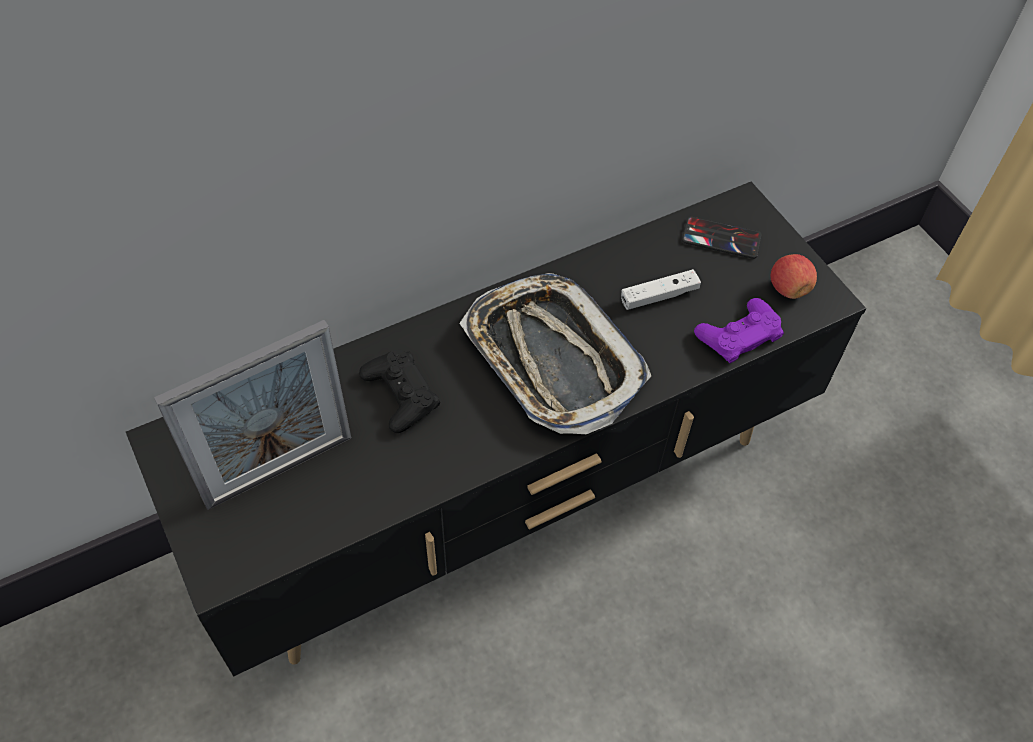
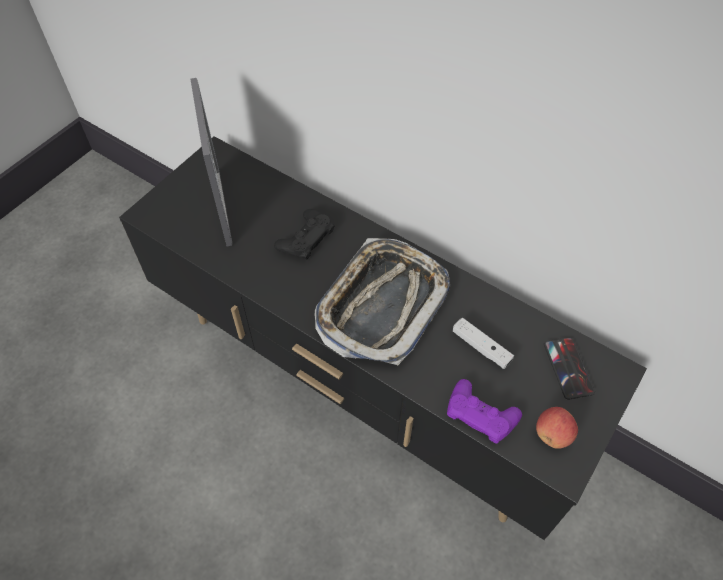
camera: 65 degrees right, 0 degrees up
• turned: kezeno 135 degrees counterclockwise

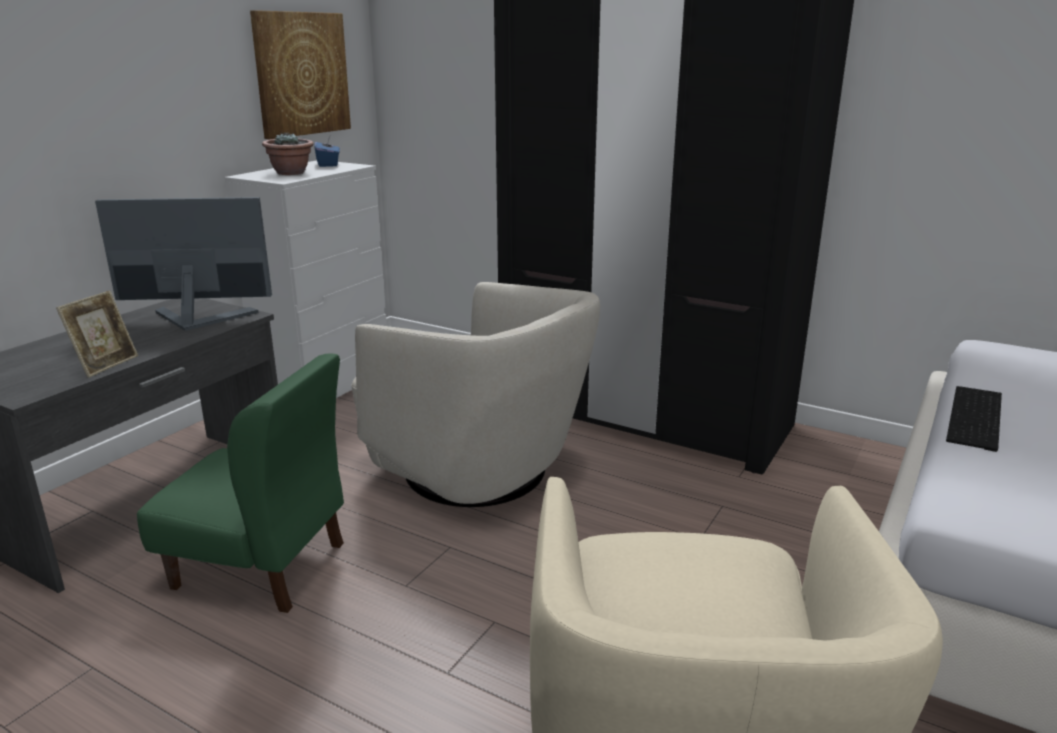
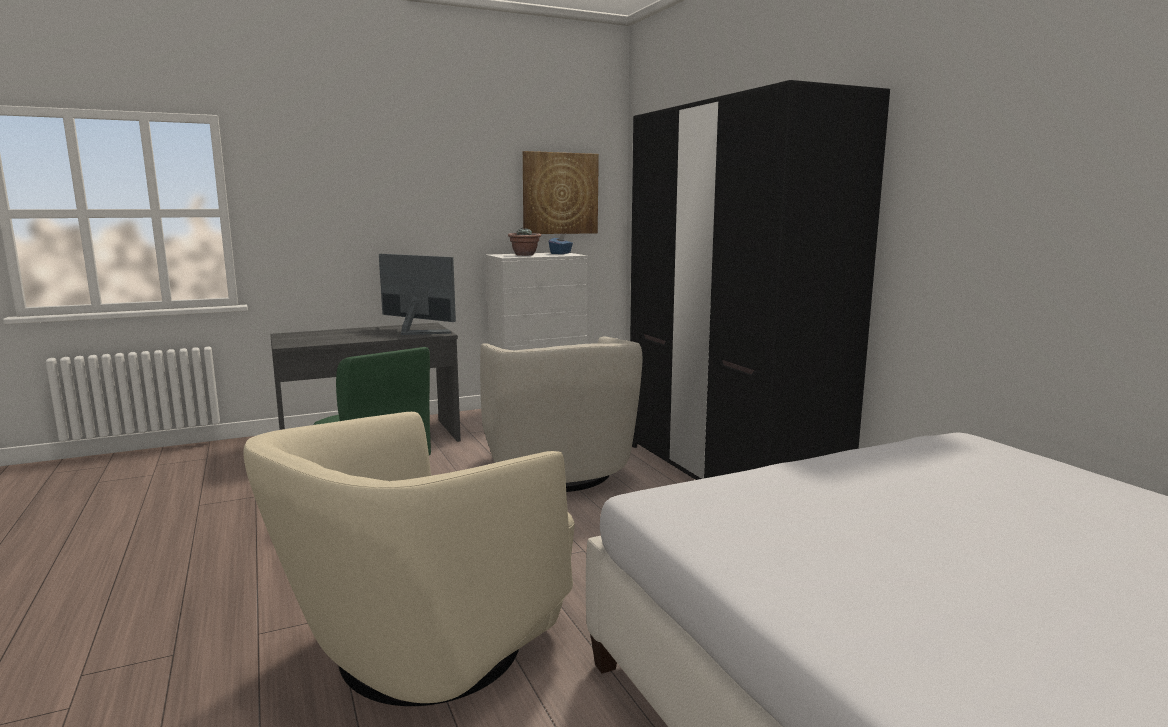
camera: 35 degrees right, 10 degrees down
• removed: kezeno
• removed: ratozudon

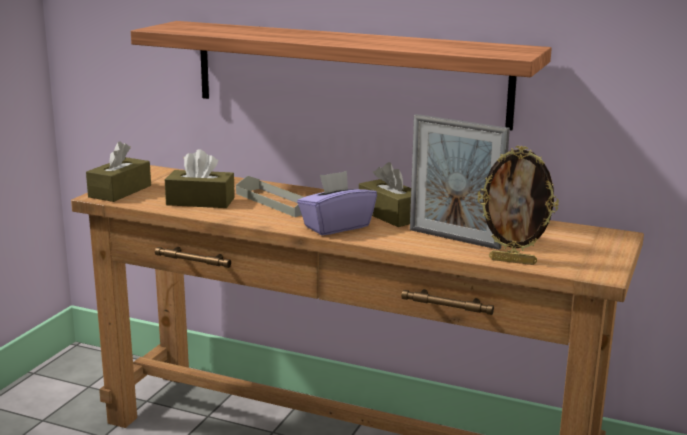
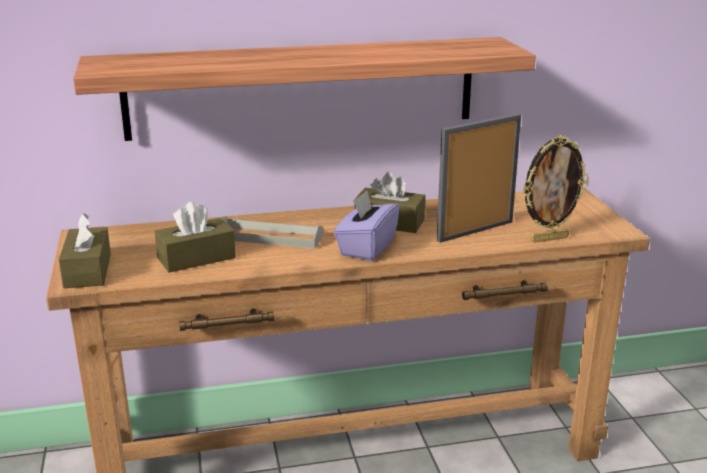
camera: 35 degrees left, 5 degrees up
• turned: kezeno (1st from left) 150 degrees clockwise

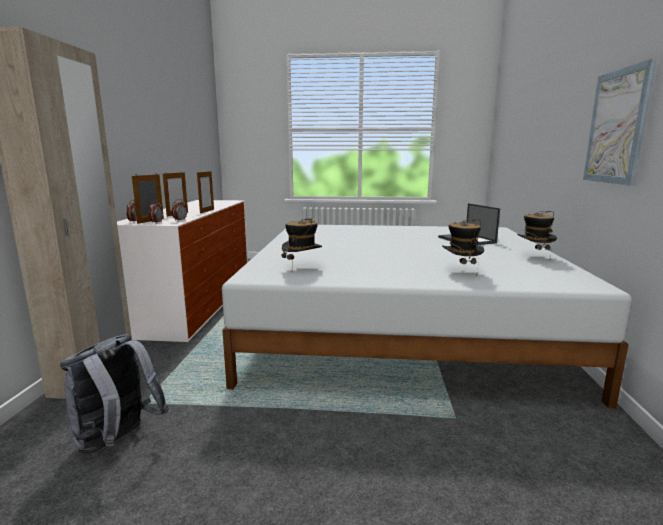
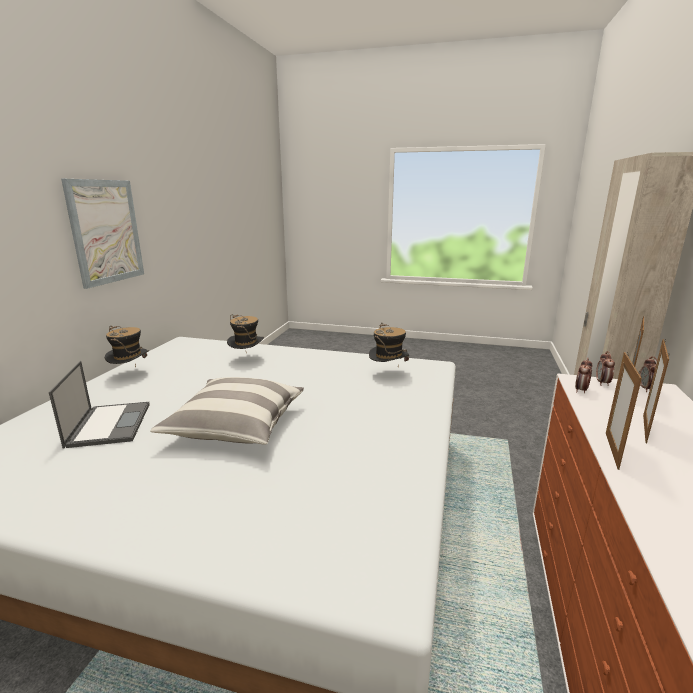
camera: 170 degrees left, 5 degrees up
• removed: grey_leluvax
• added: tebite

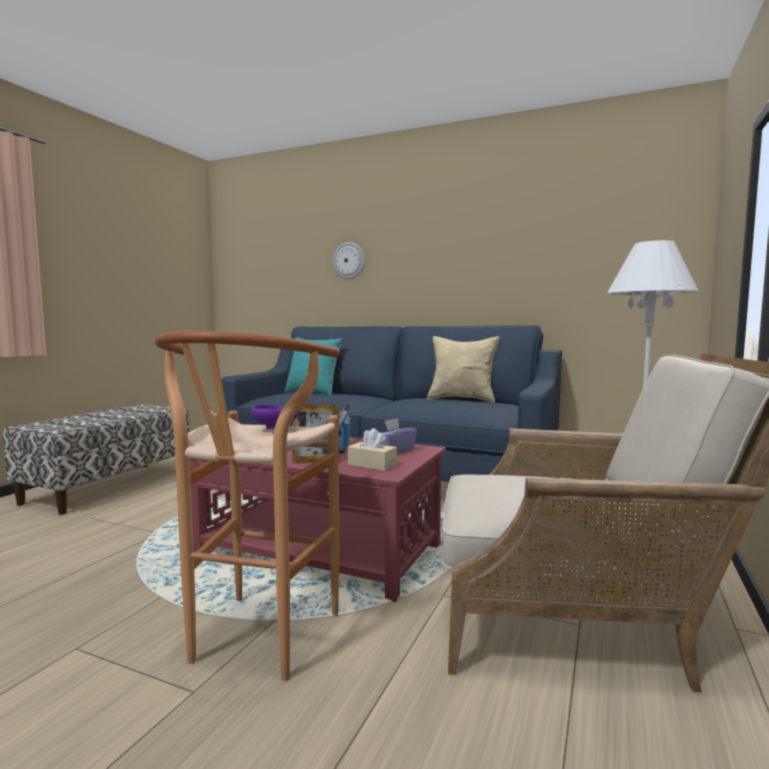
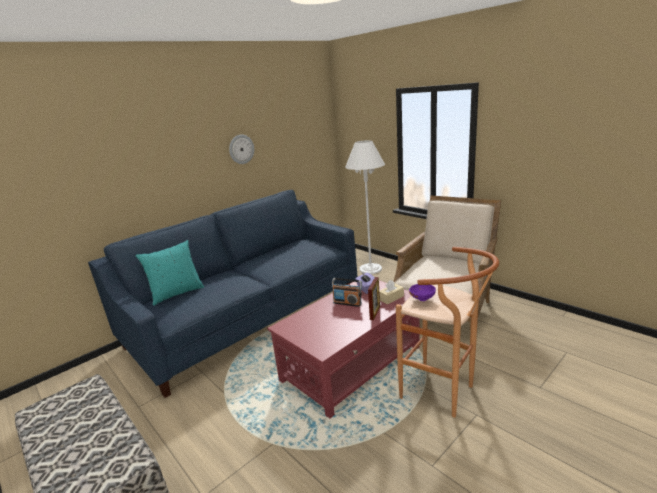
camera: 65 degrees left, 15 degrees up
• moved: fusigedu
• removed: beige_tebite

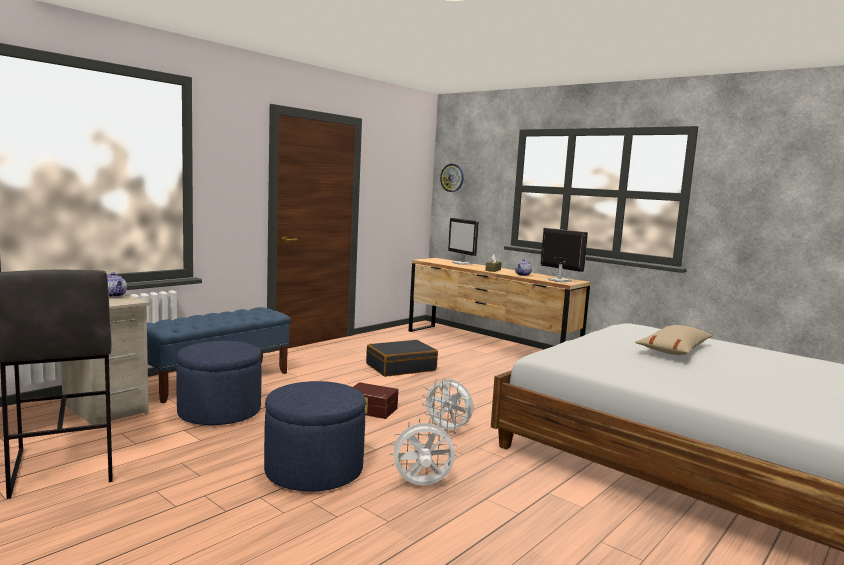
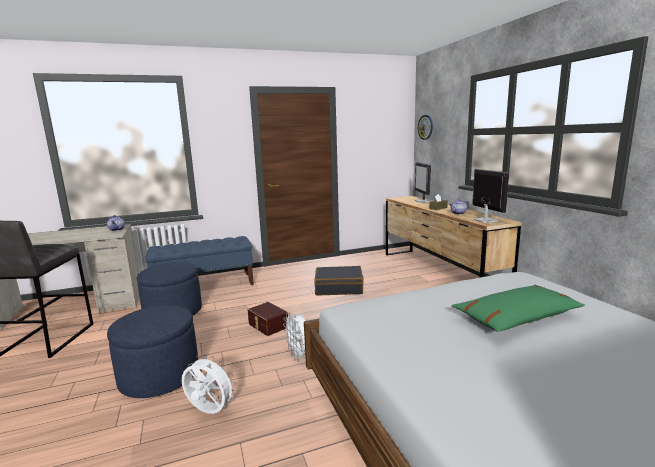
camera: 30 degrees right, 5 degrees up
• recoloured: beige_tebite to green_tebite

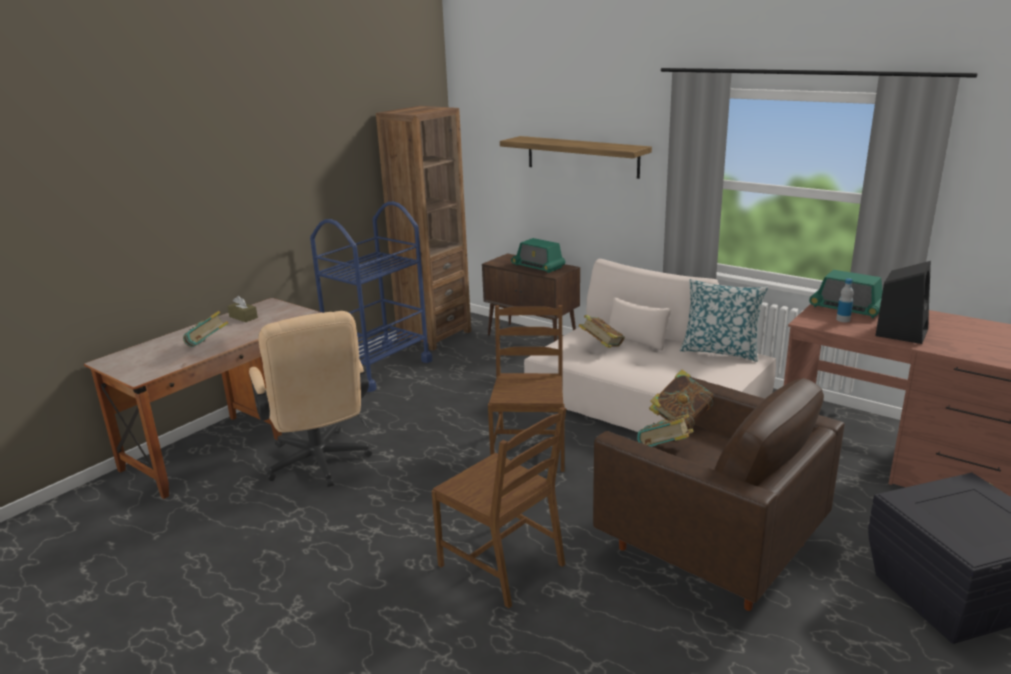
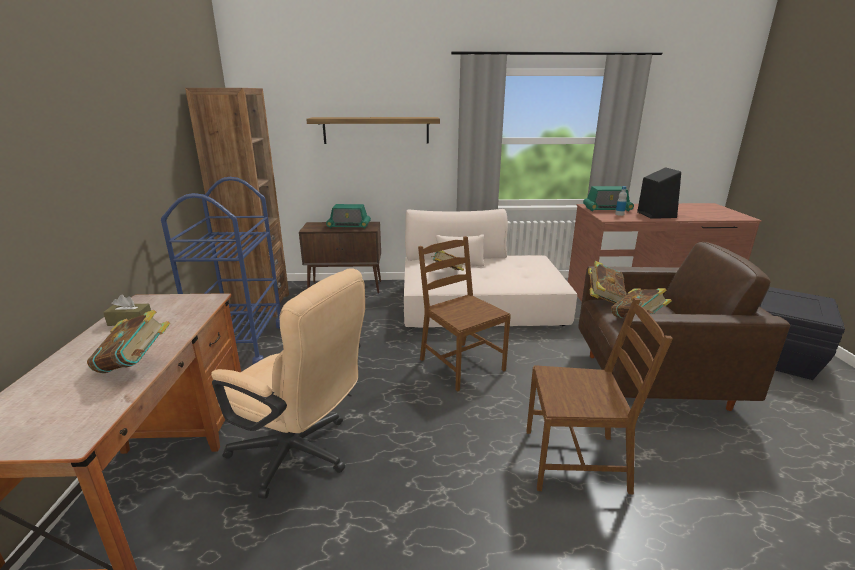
camera: 40 degrees left, 0 degrees up
• removed: tebite

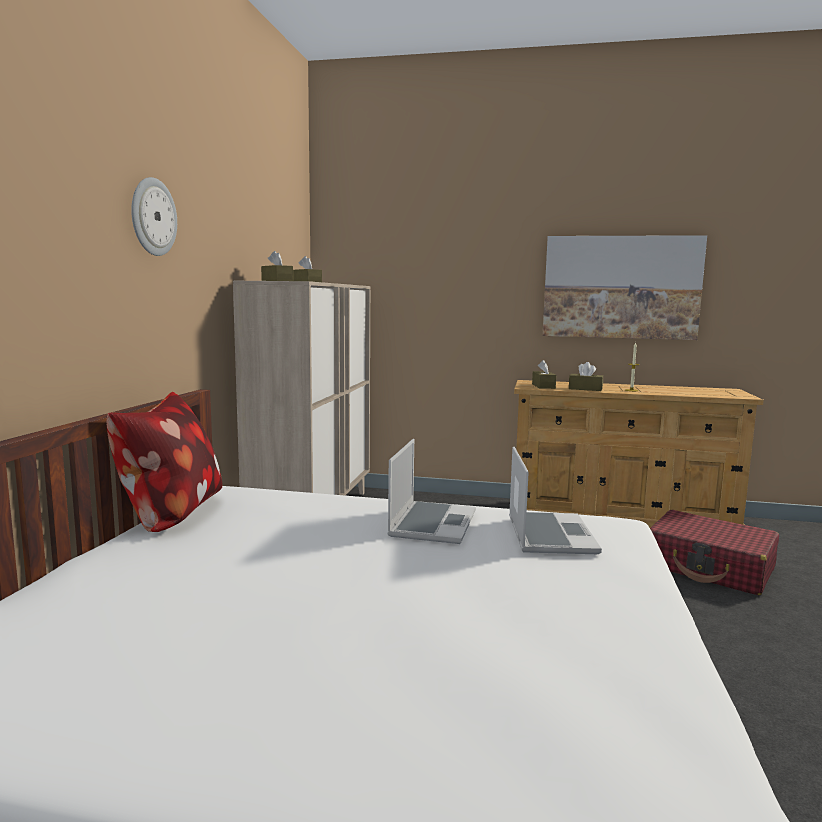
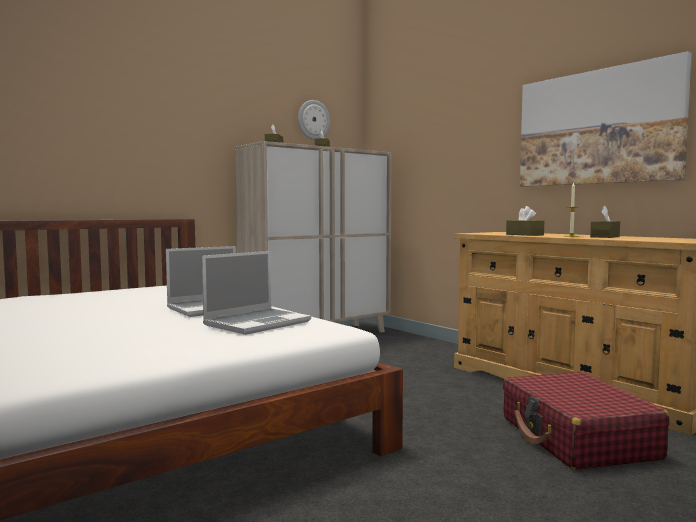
camera: 40 degrees right, 5 degrees down
• removed: tebite
• moved: fusigedu
• moved: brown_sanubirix (3rd from left in the first image) to brown_sanubirix (4th from left)

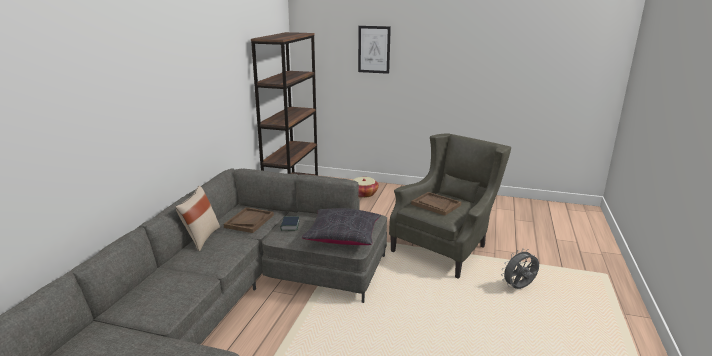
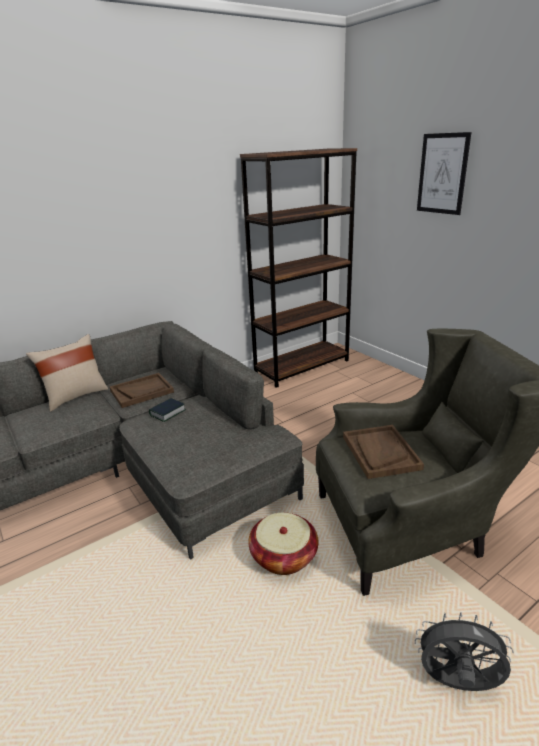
camera: 40 degrees right, 5 degrees up
• removed: black_tebite
• moved: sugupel

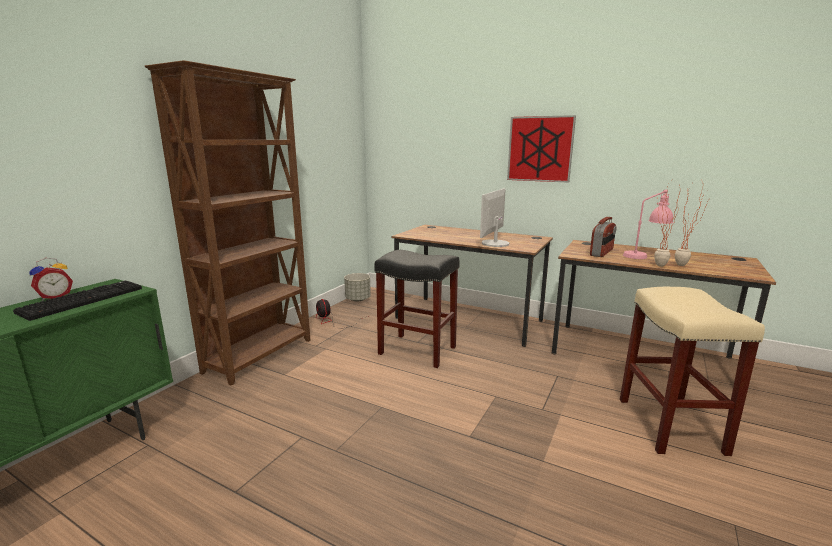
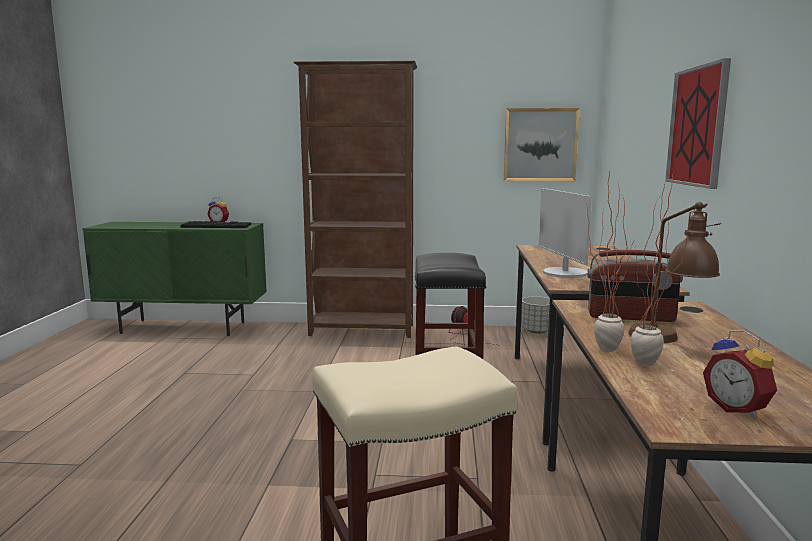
camera: 65 degrees right, 5 degrees down
• turned: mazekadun 105 degrees counterclockwise
• recoloured: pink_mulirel to brown_mulirel
• added: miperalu (1st from left)
• added: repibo (2nd from left)

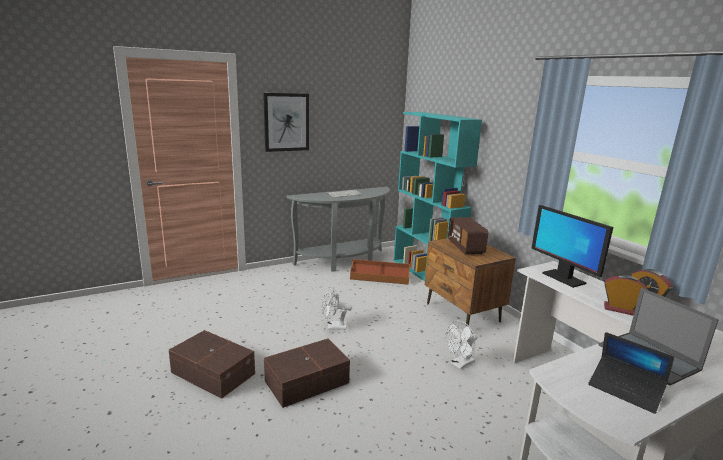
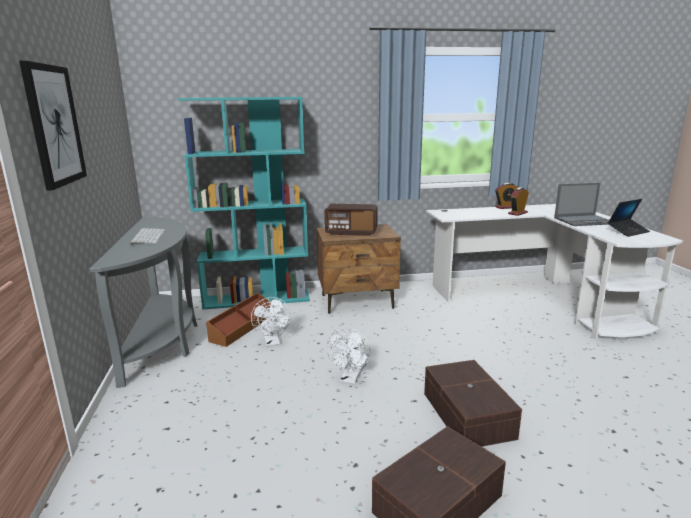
camera: 70 degrees left, 0 degrees up
• moved: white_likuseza (2nd from left in the first image) to white_likuseza (1st from left)
• removed: mazekadun

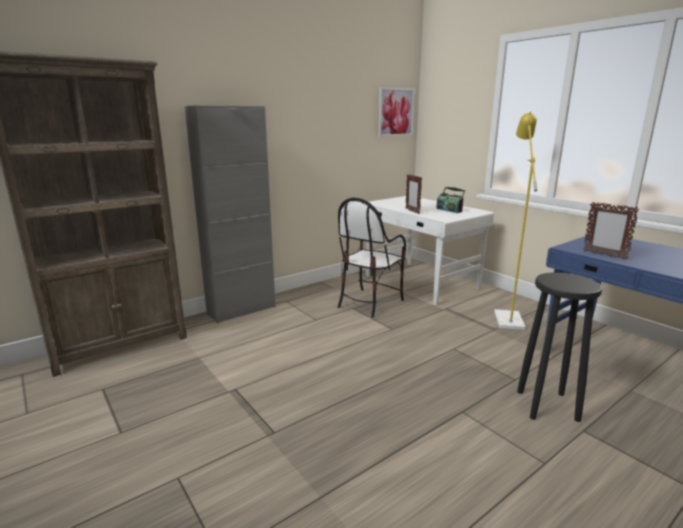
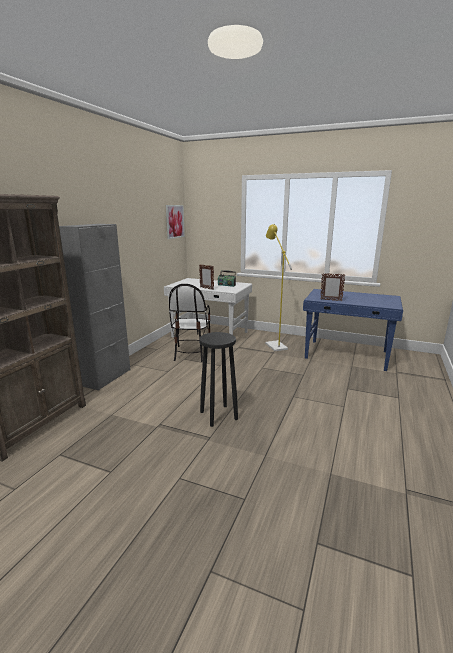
camera: 30 degrees left, 0 degrees up
• moved: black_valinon

